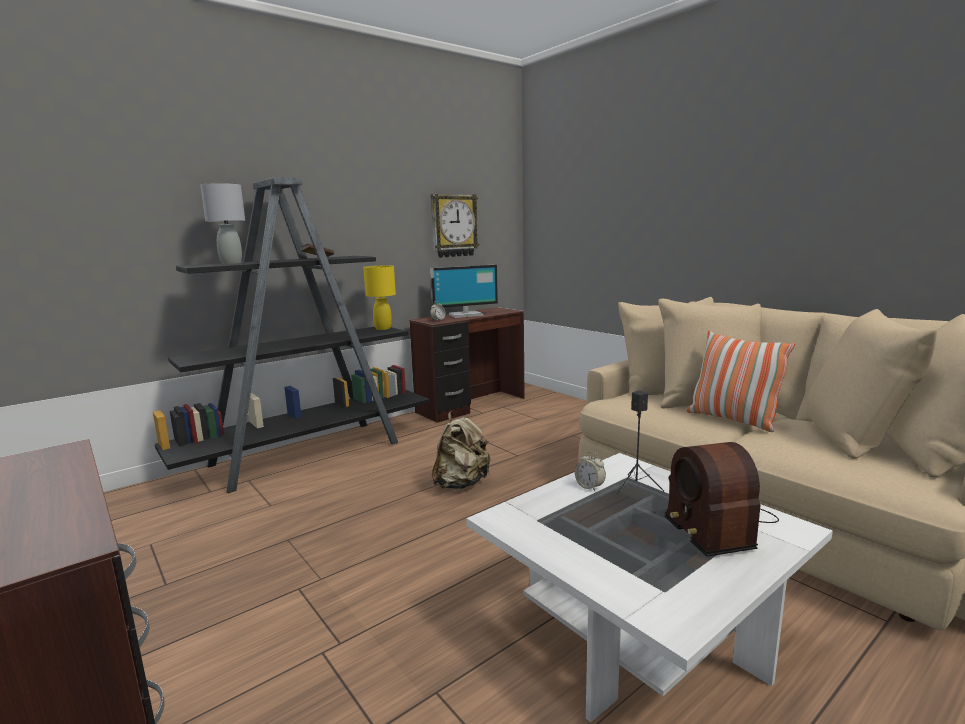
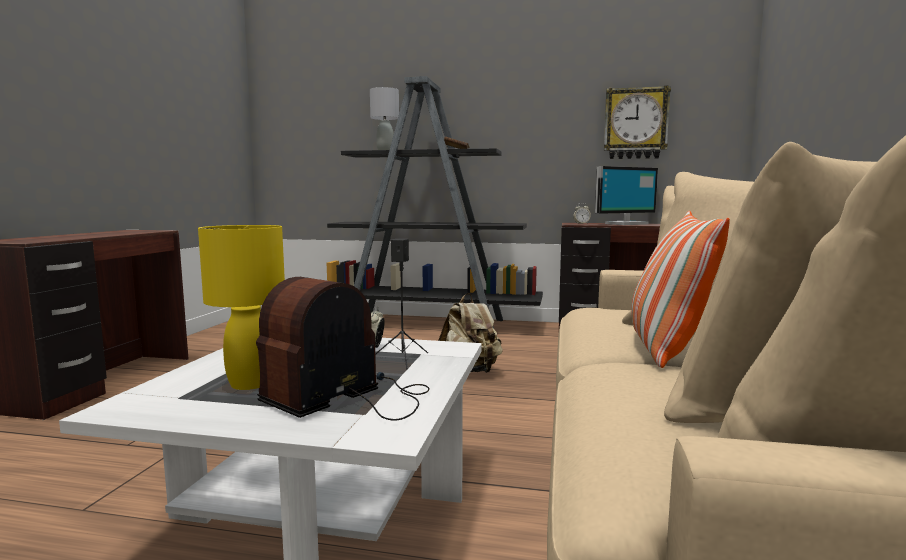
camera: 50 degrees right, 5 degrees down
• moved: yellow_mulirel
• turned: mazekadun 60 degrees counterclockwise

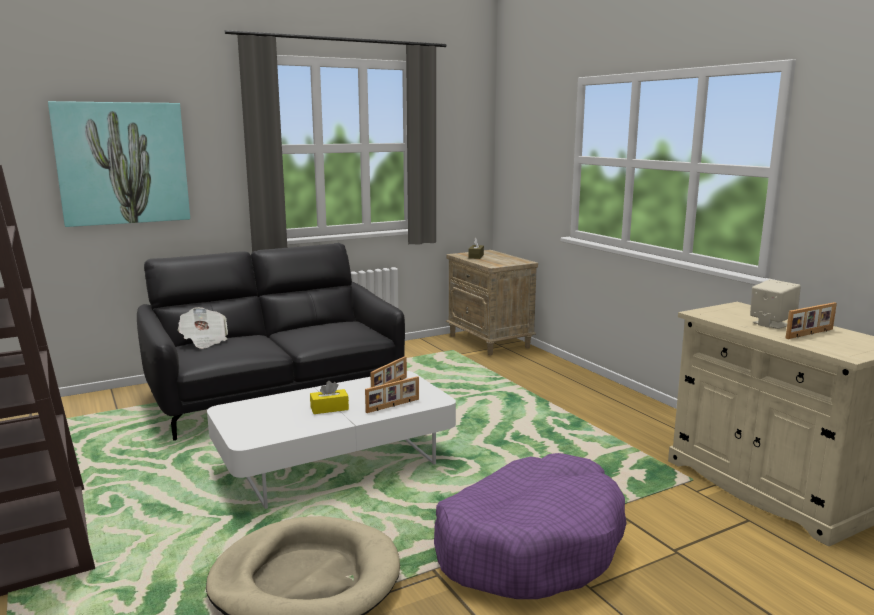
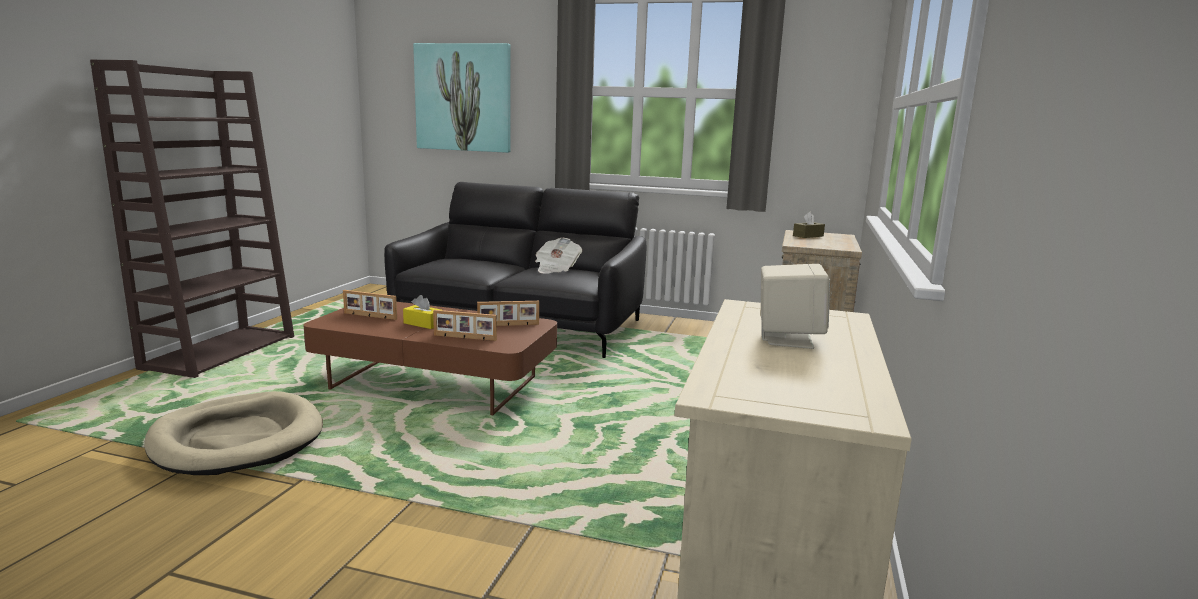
camera: 45 degrees right, 0 degrees up
• moved: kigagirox
• recoloured: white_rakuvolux to brown_rakuvolux
• removed: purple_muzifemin
• moved: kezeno (3rd from left in the first image) to kezeno (1st from left)

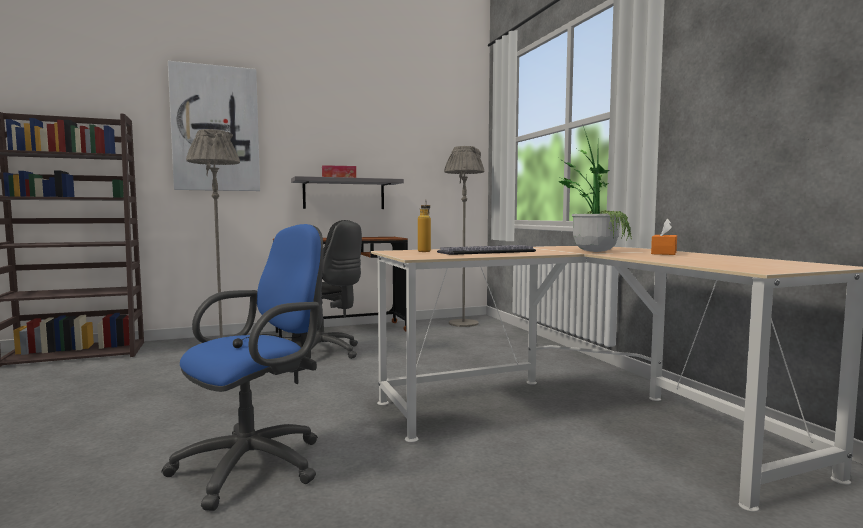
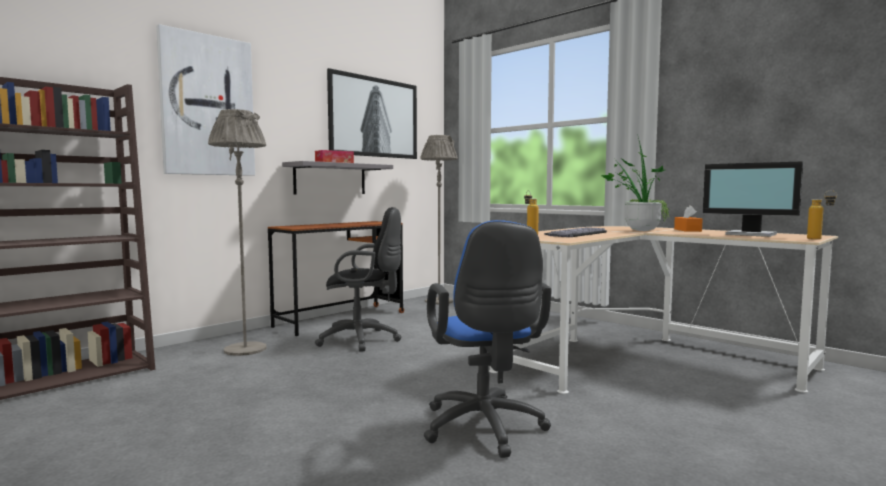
camera: 25 degrees left, 0 degrees up
• turned: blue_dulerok 150 degrees clockwise
• added: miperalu (2nd from left)
• added: mazekadun
• added: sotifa (2nd from left)

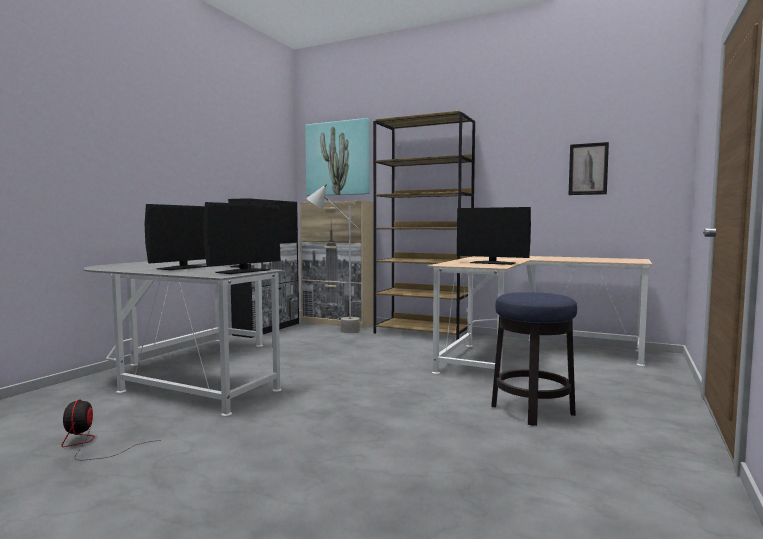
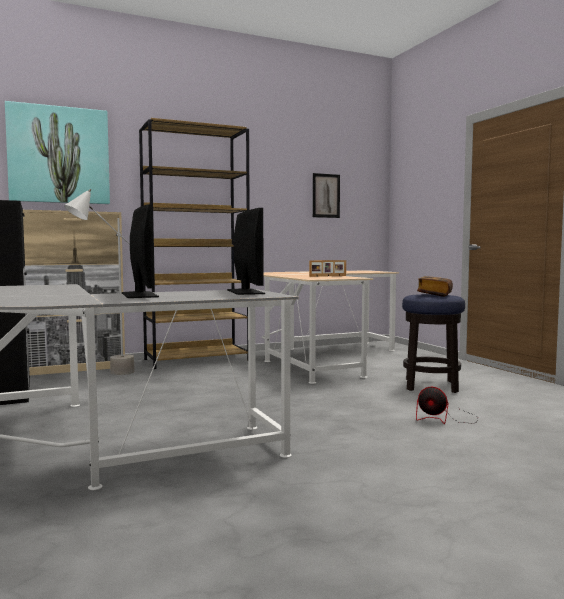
camera: 50 degrees left, 0 degrees up
• moved: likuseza
• replaced: mazekadun (3rd from left) to kezeno
• added: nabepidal

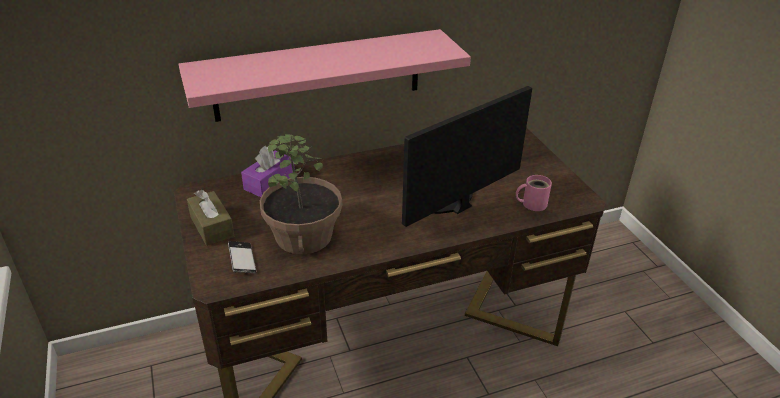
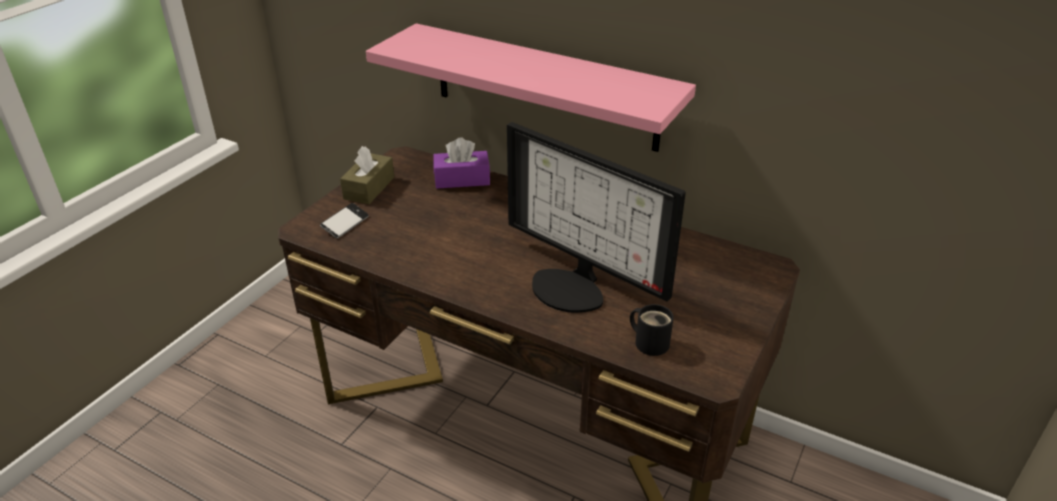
camera: 50 degrees right, 0 degrees up
• removed: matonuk
• turned: mazekadun 150 degrees counterclockwise
• recoloured: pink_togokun to black_togokun

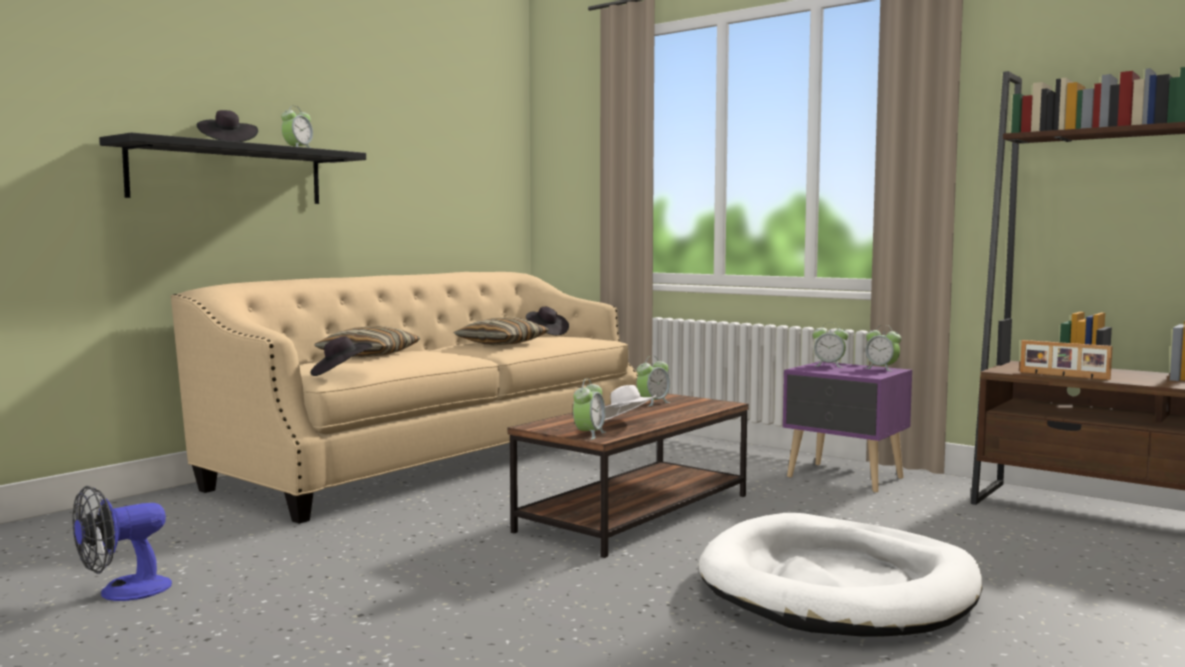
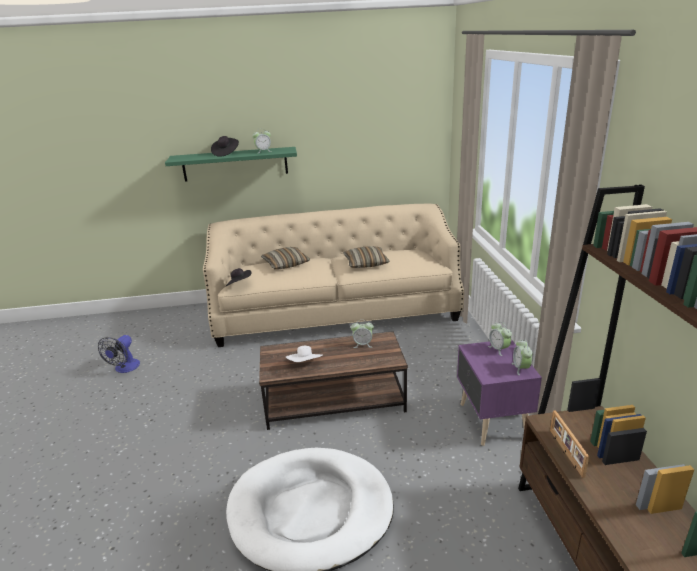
camera: 45 degrees right, 20 degrees up
• turned: likuseza 75 degrees counterclockwise
• recoloured: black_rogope to green_rogope
• removed: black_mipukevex (3rd from left)
• removed: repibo (2nd from left)

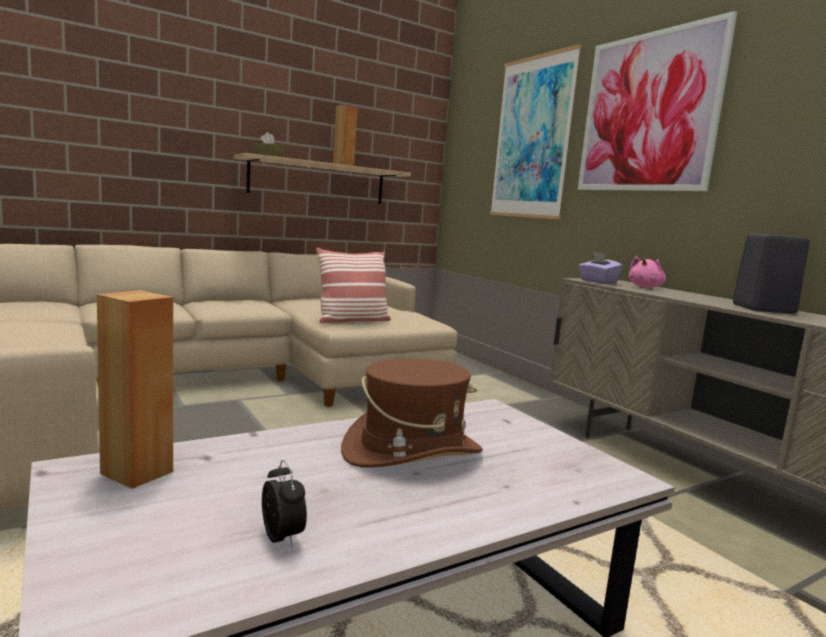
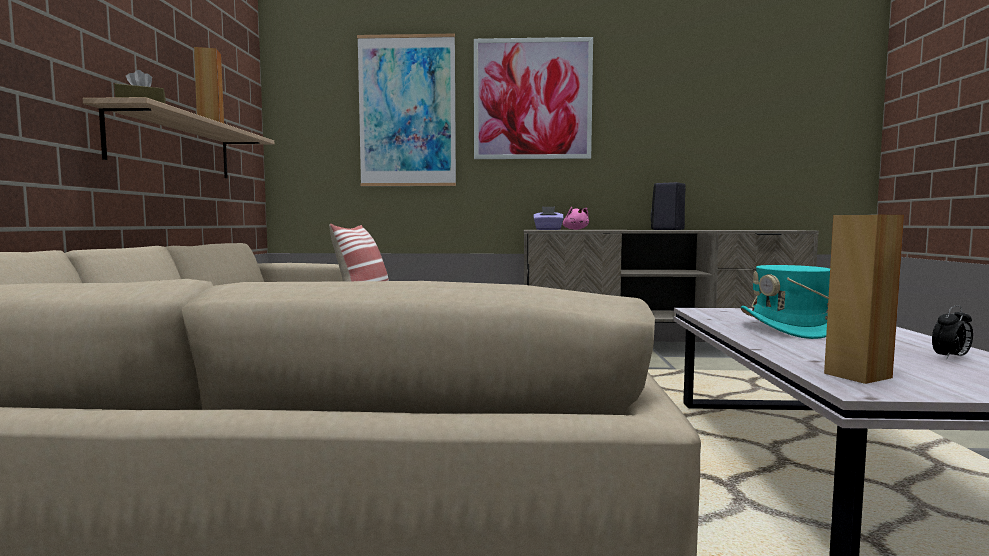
camera: 55 degrees left, 5 degrees down
• turned: repibo 150 degrees clockwise
• recoloured: brown_mipukevex to turquoise_mipukevex

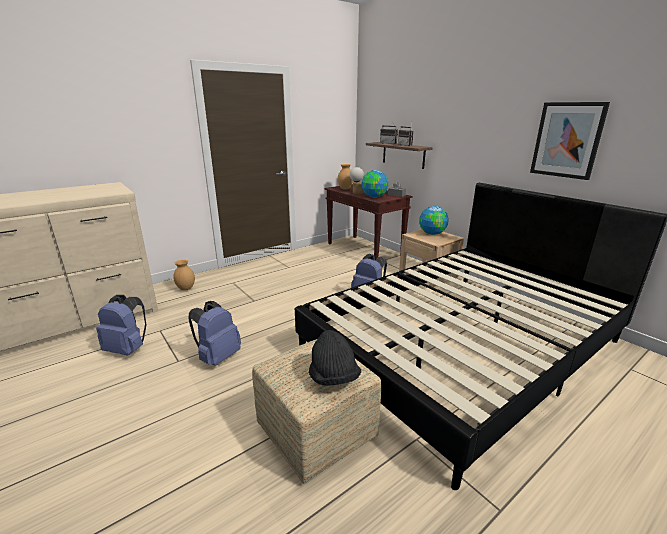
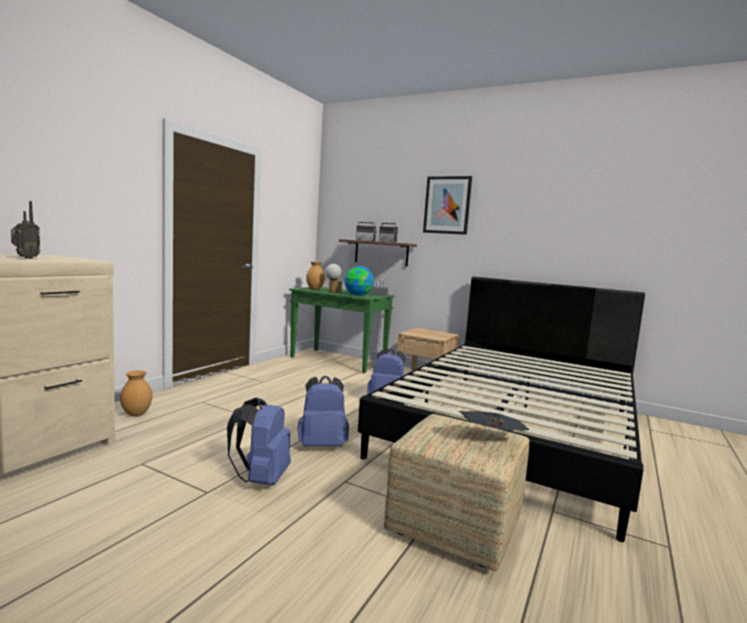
camera: 25 degrees left, 15 degrees down
• moved: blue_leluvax (1st from left in the first image) to blue_leluvax (2nd from left)
• replaced: black_mipukevex to kigagirox
• recoloured: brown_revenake to green_revenake
• removed: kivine (2nd from left)
• moved: miperalu
• added: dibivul (1st from left)

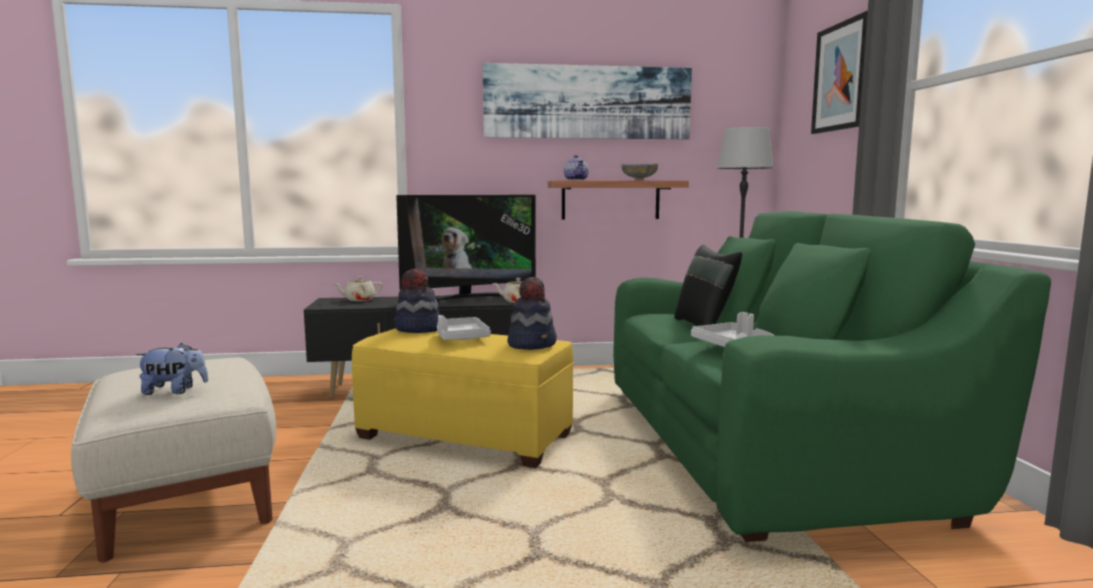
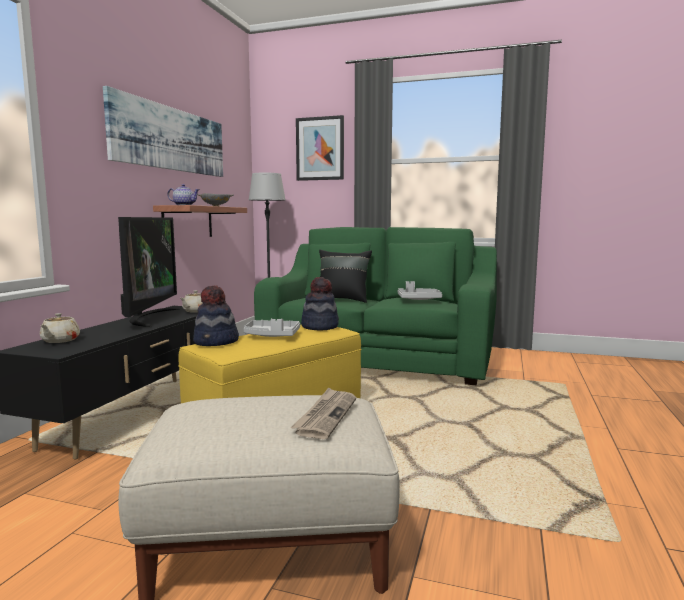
camera: 65 degrees left, 0 degrees up
• replaced: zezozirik to kigagirox

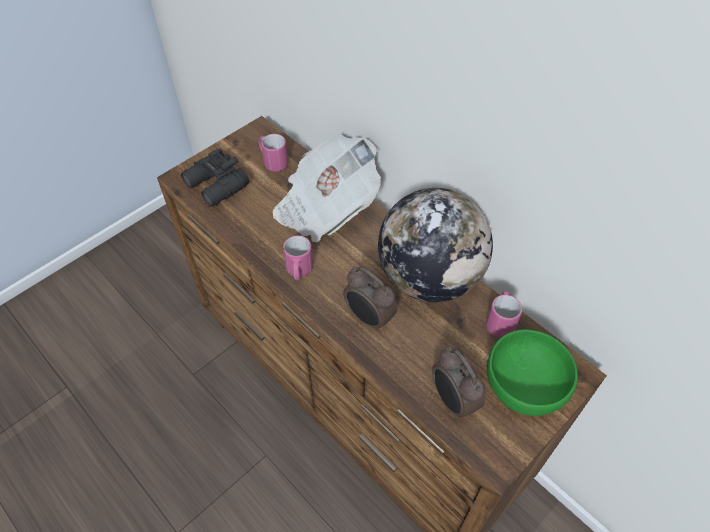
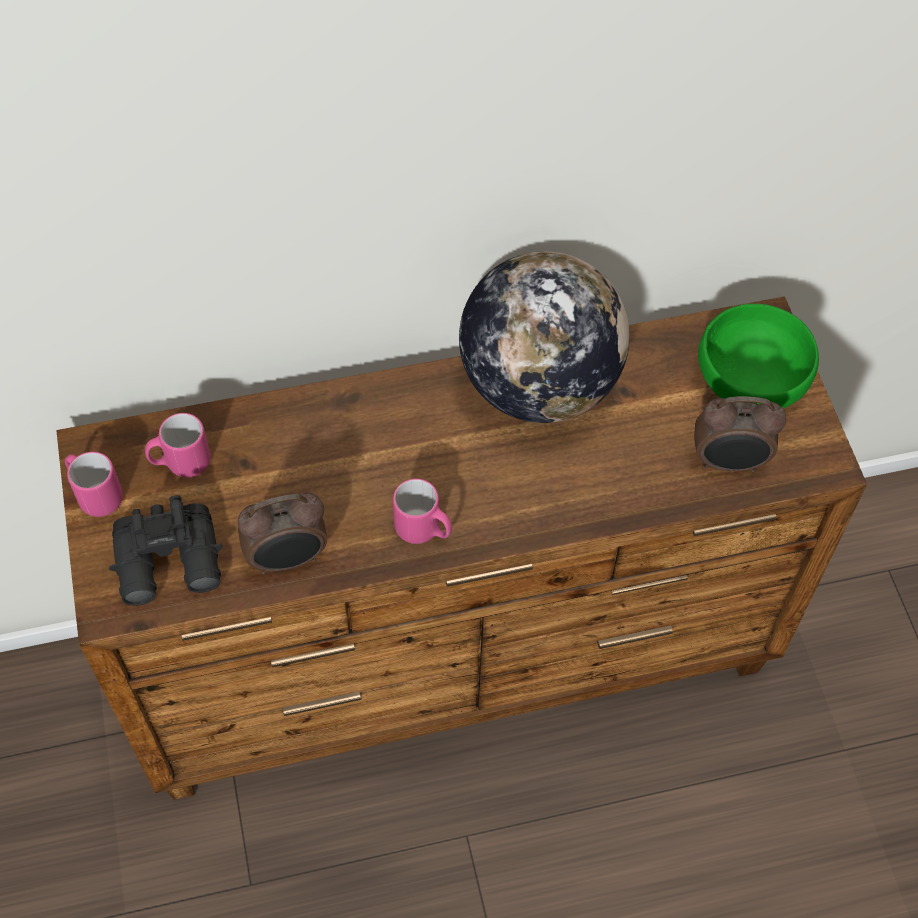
camera: 60 degrees left, 5 degrees up
• removed: kigagirox
• moved: repibo (1st from left)
• moved: pink_togokun (3rd from left in the first image) to pink_togokun (1st from left)

